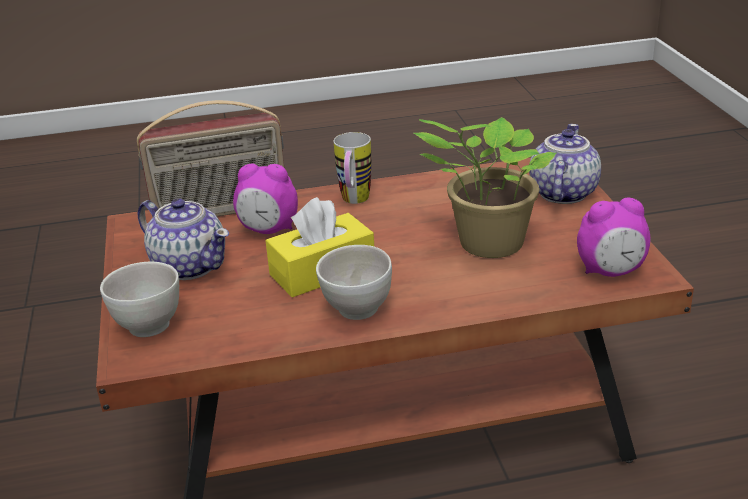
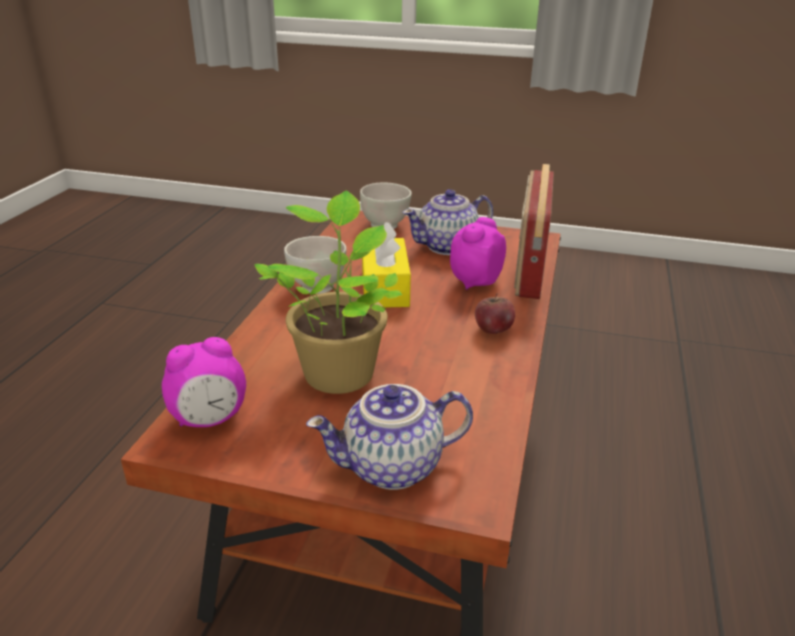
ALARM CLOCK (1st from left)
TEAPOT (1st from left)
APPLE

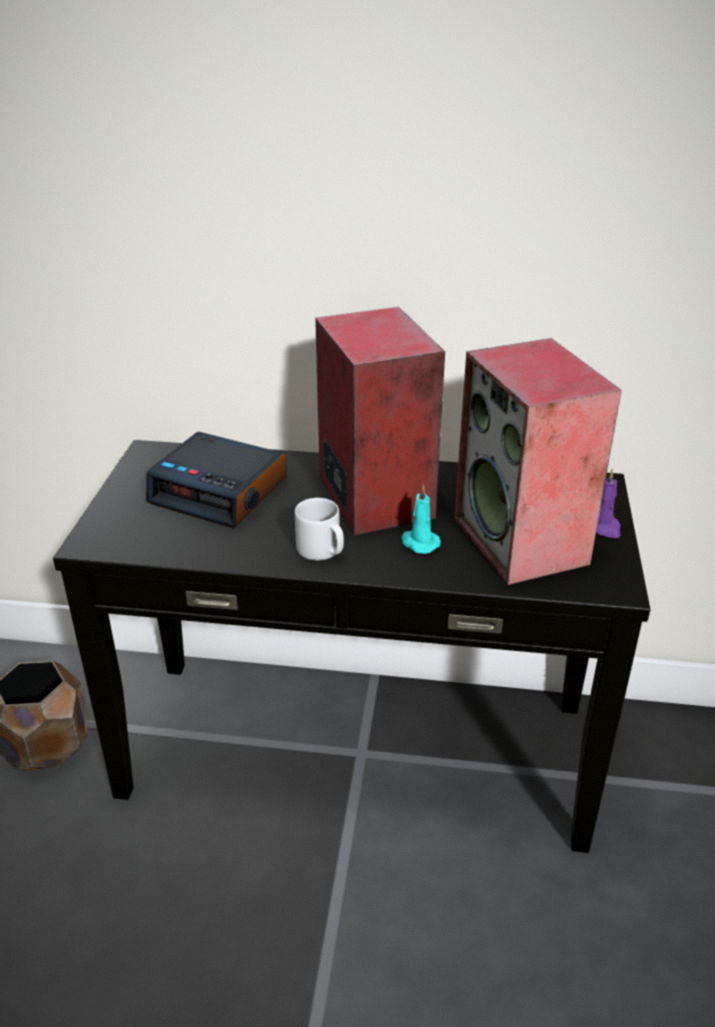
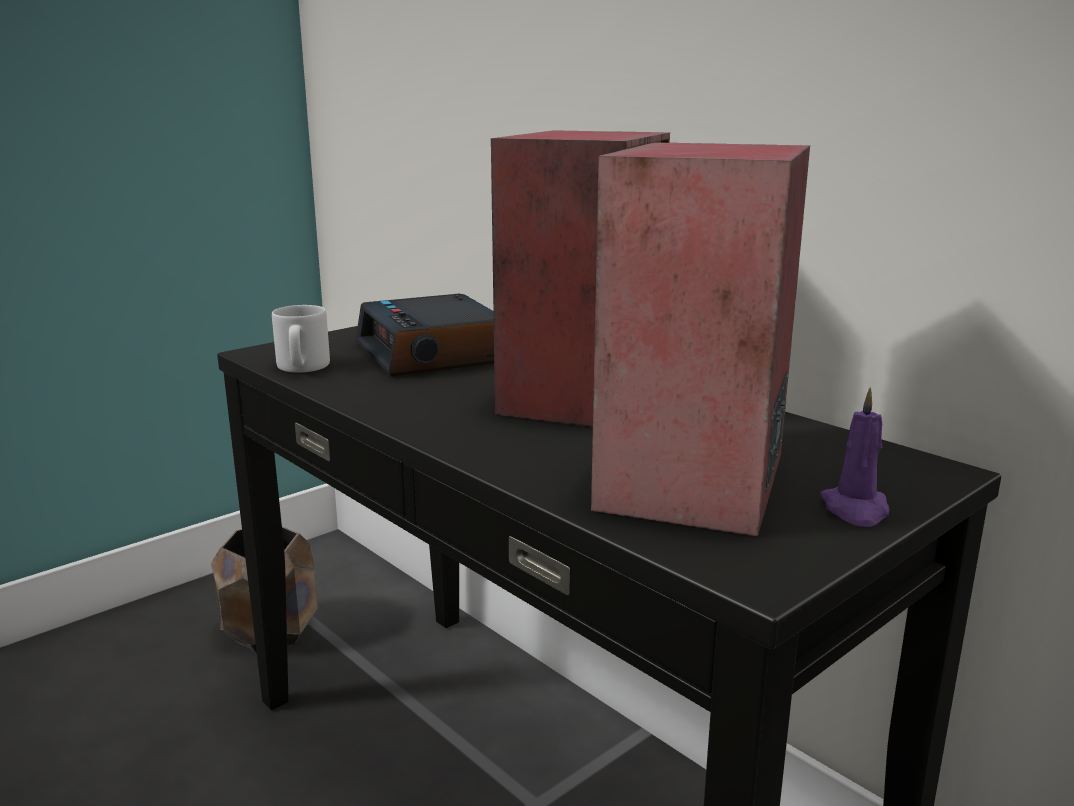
GREY MUG
TURQUOISE CANDLE

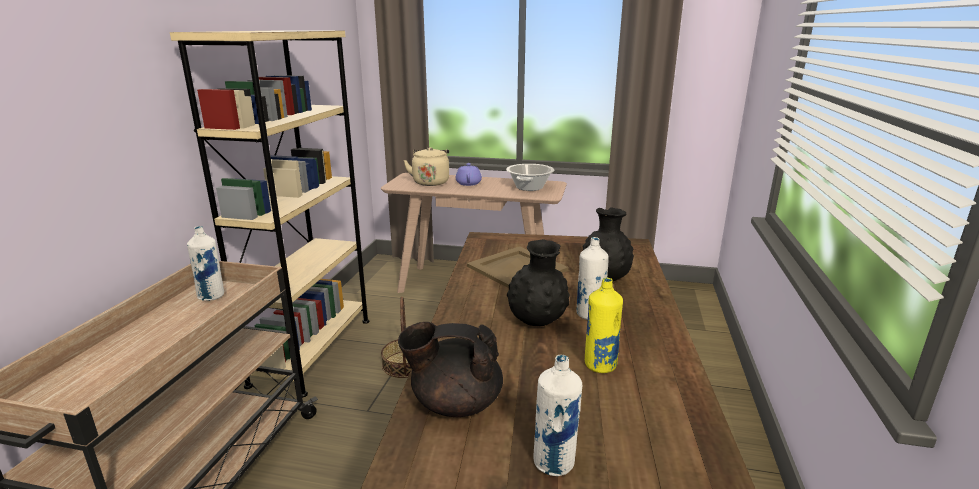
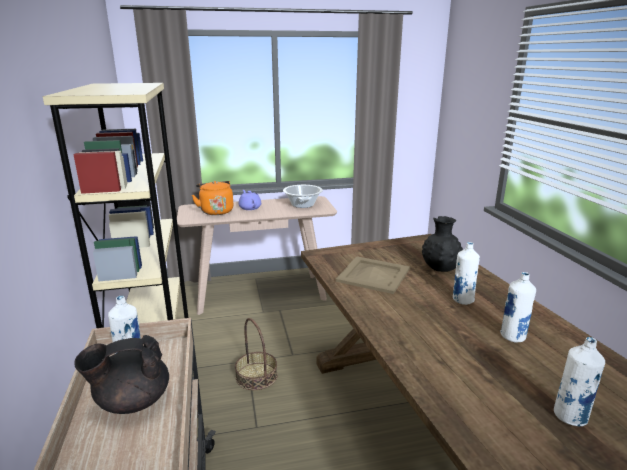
BLACK TEAPOT
ORANGE KETTLE
WHITE BOTTLE (3rd from left)
BLACK VASE (1st from left in the first image)

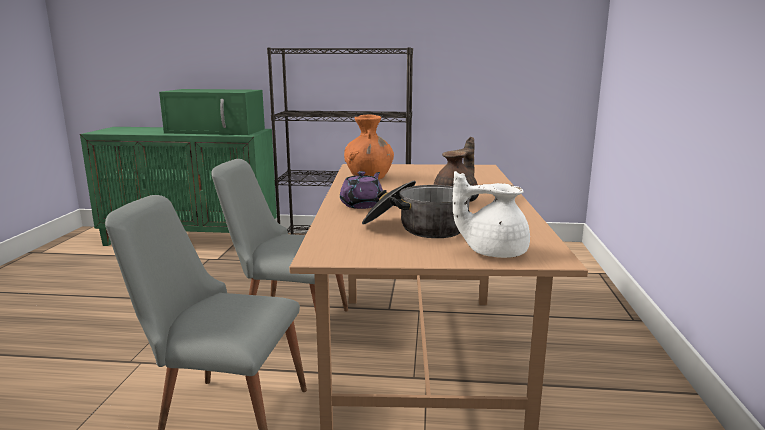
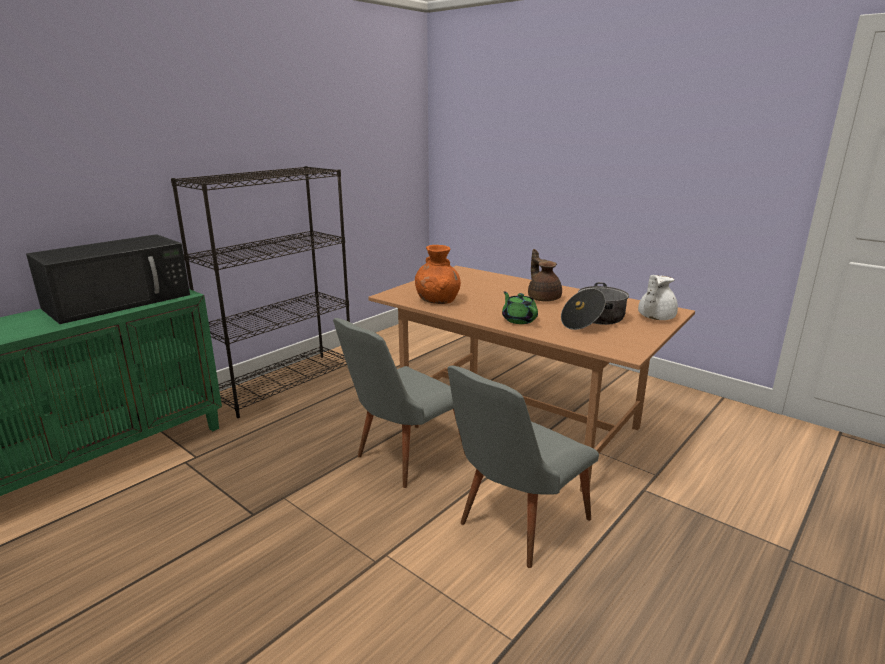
BLACK MICROWAVE
GREEN TEAPOT

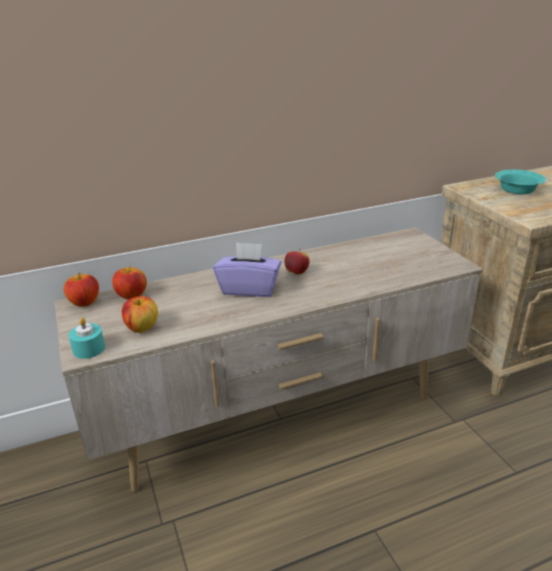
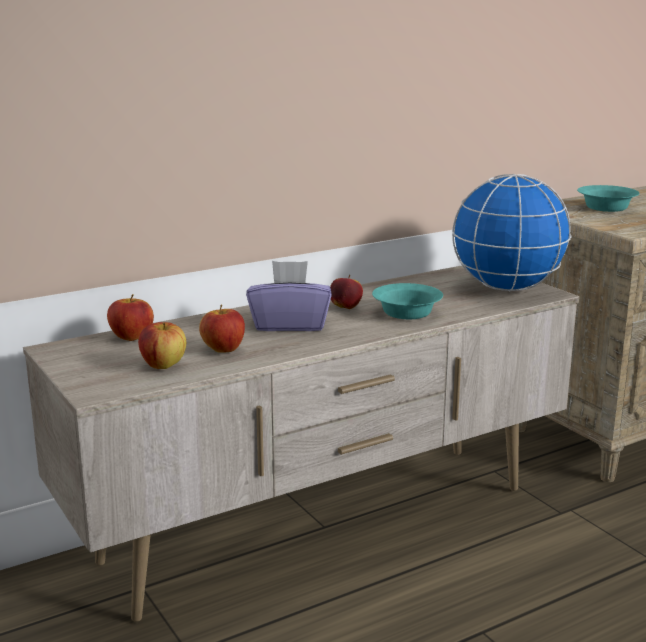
APPLE (3rd from left)
TURQUOISE BOWL (1st from left)
GLOBE
TURQUOISE CANDLE

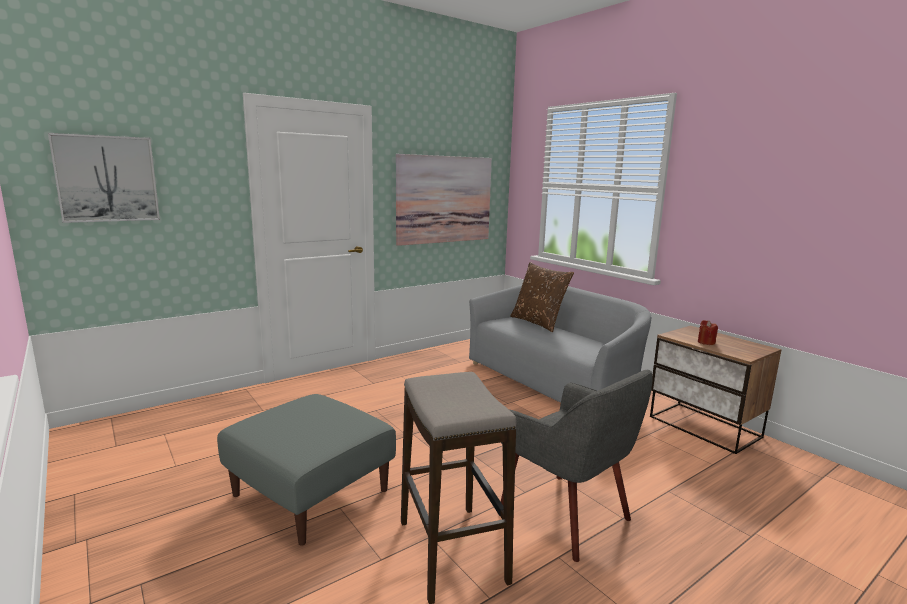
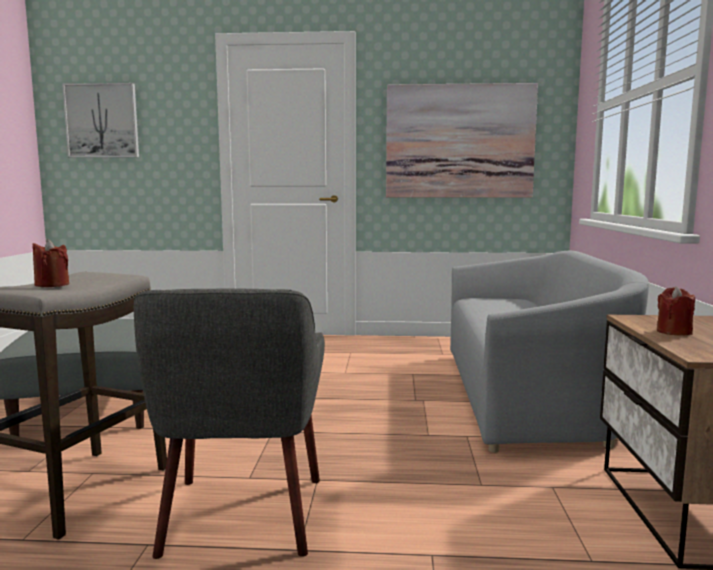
RED CANDLE (1st from left)
BROWN PILLOW

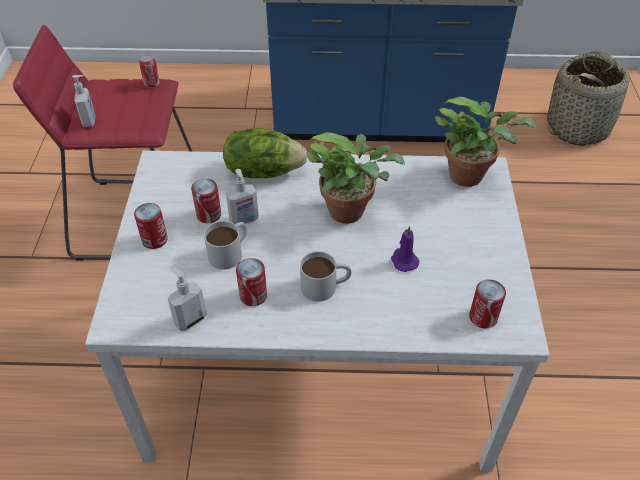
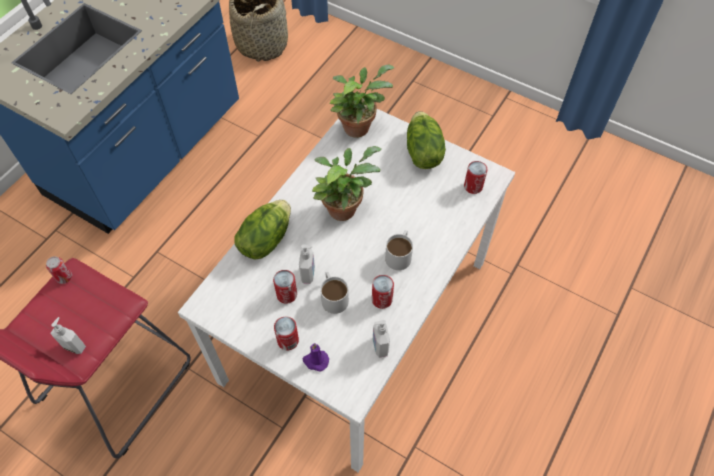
PURPLE CANDLE
LETTUCE (2nd from left)

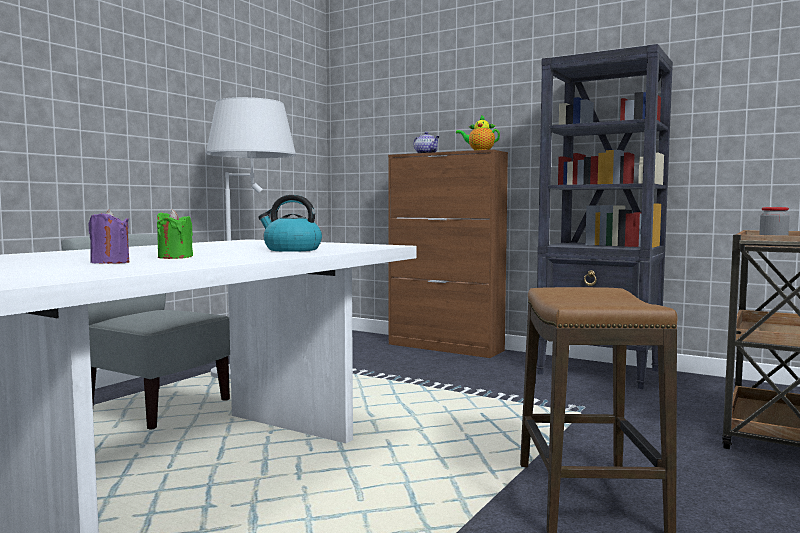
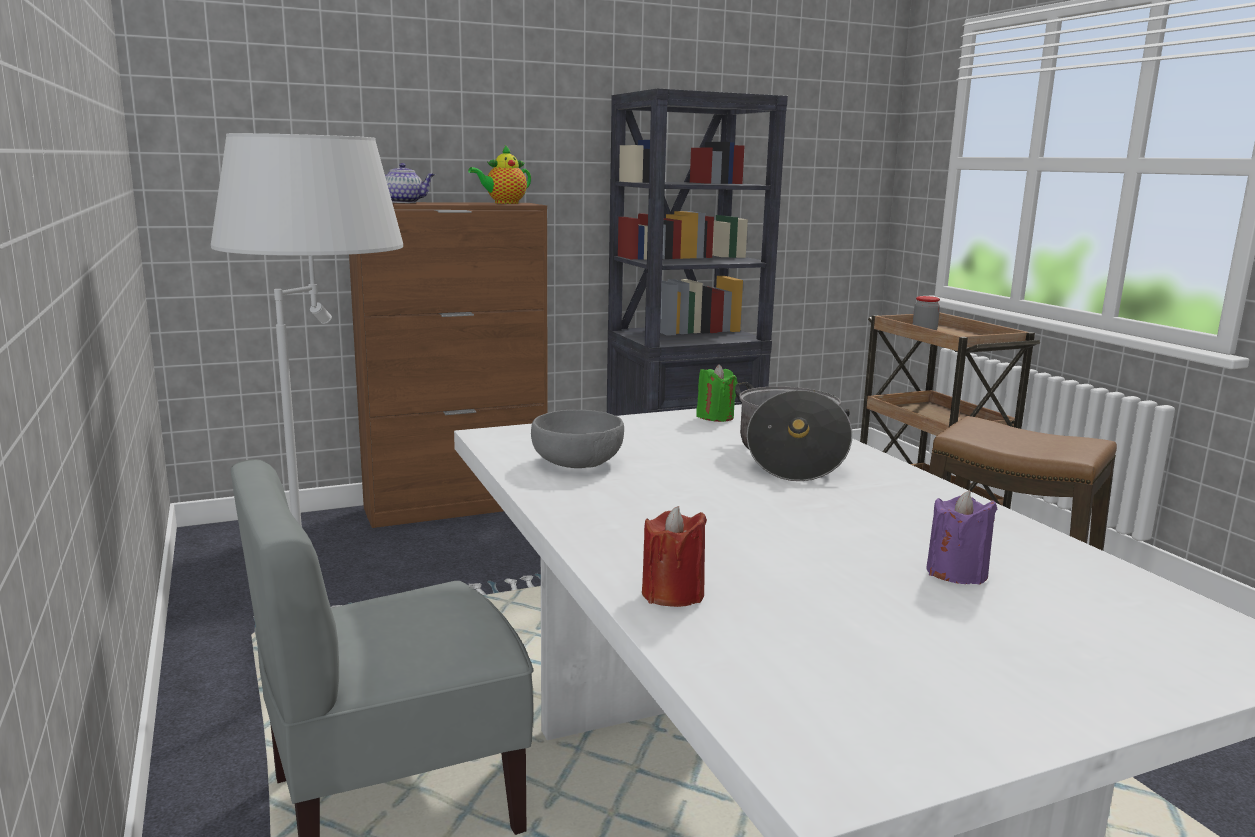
GREY BOWL
RED CANDLE
GREEN CANDLE
COOKING POT

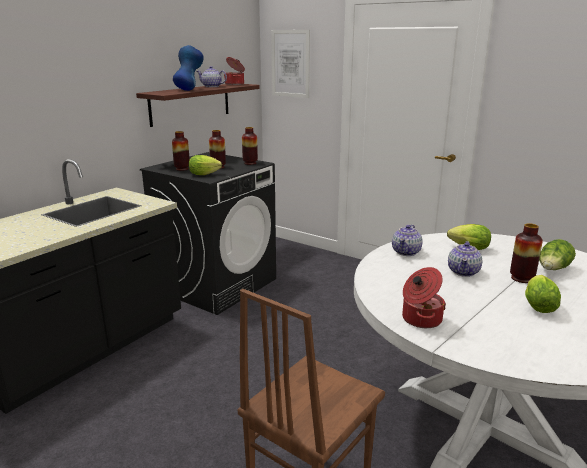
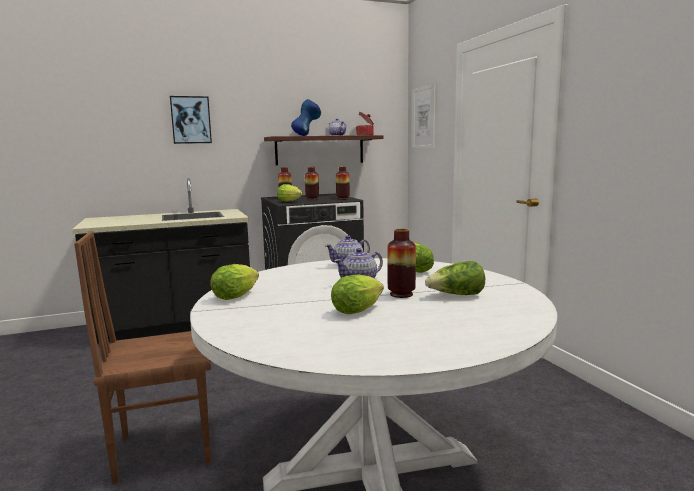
PICTURE (1st from left)
LETTUCE (1st from left)

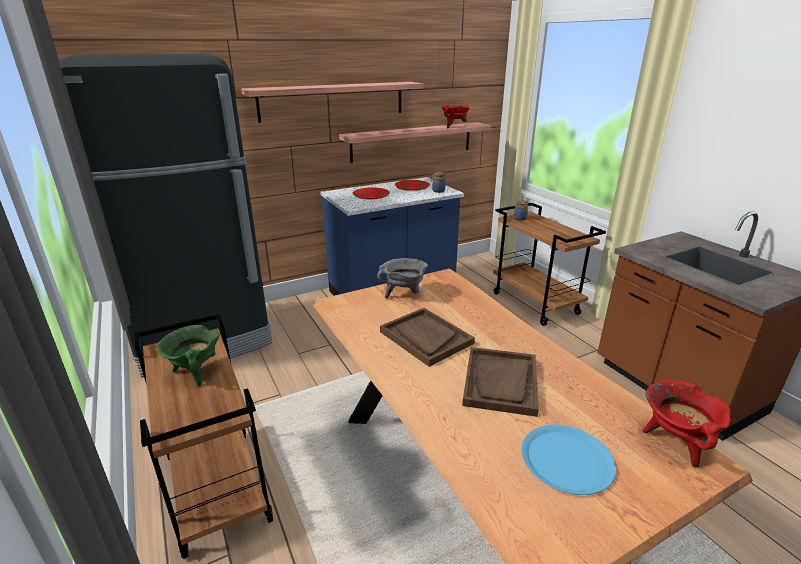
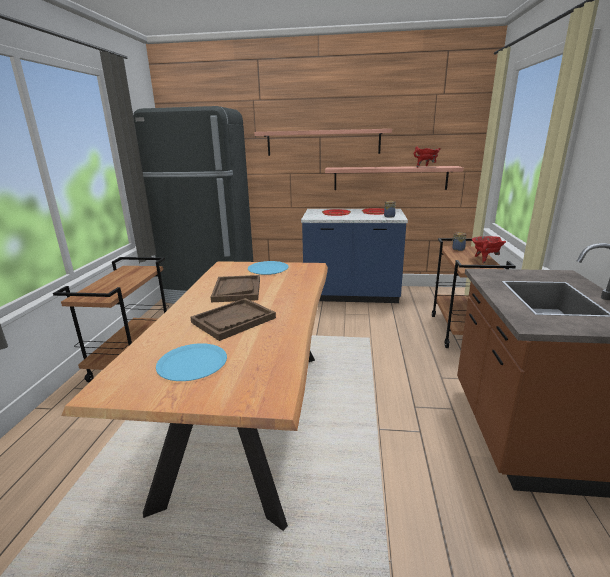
BLUE PLATE (2nd from left)
RED COOKING POT (2nd from left)
GREEN COOKING POT

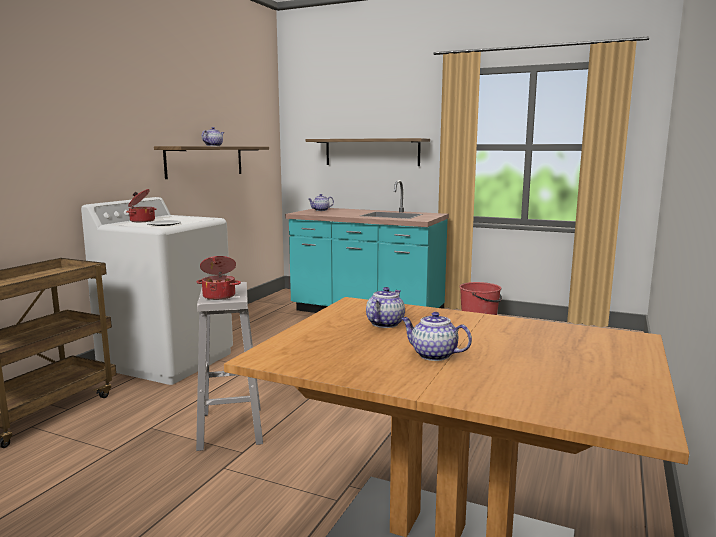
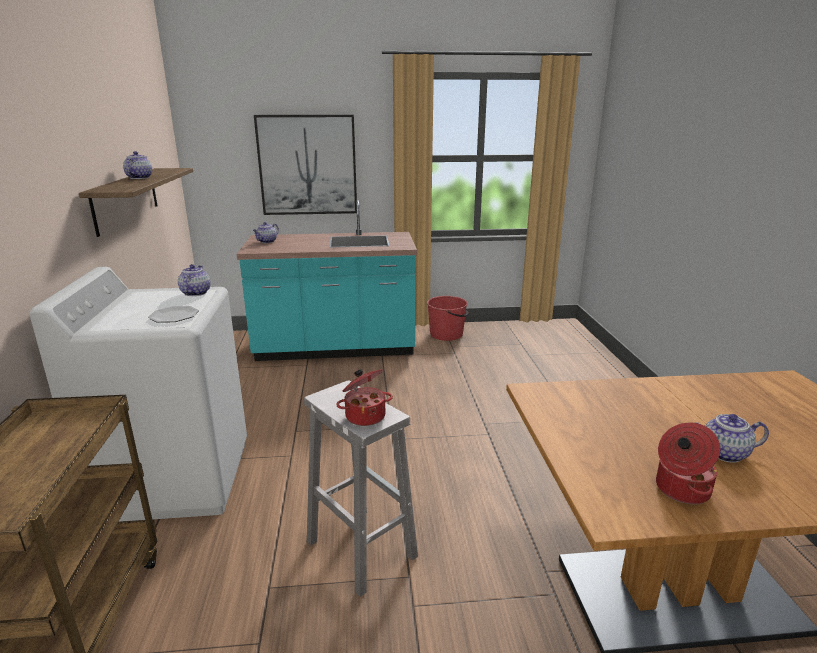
TEAPOT (2nd from left)
PICTURE
COOKING POT (2nd from left)

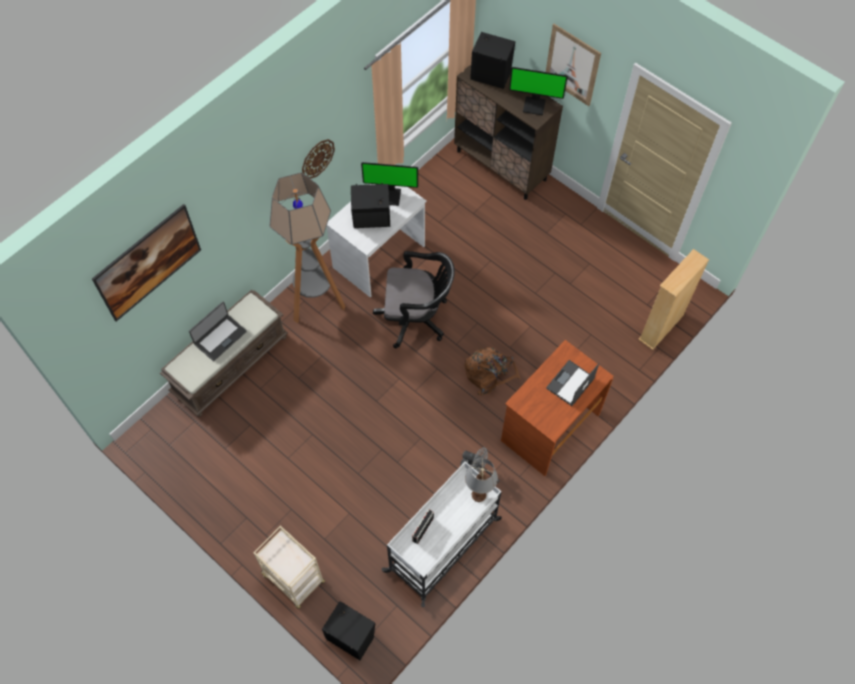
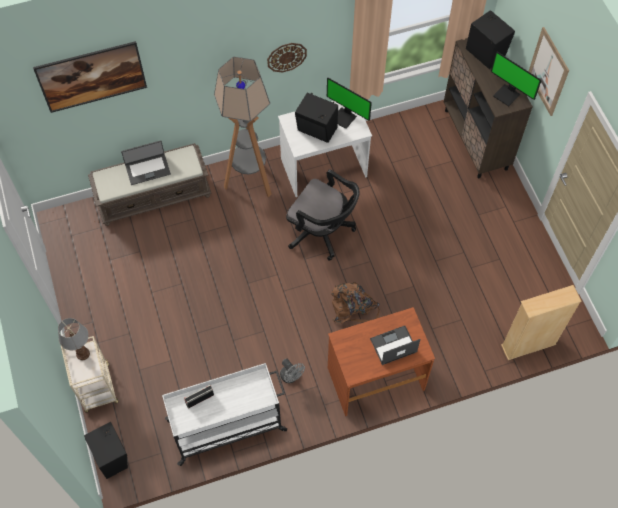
TABLE LAMP

